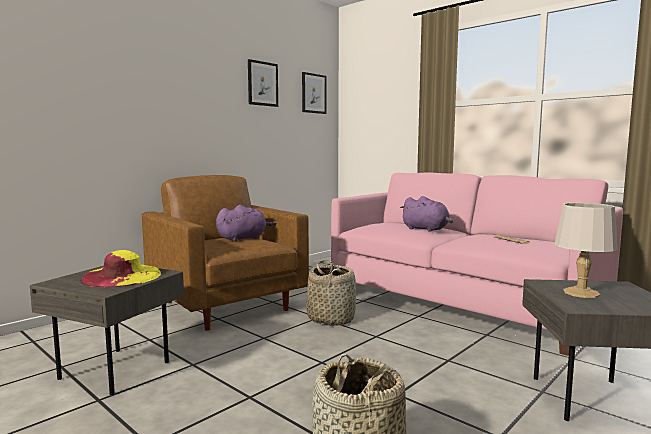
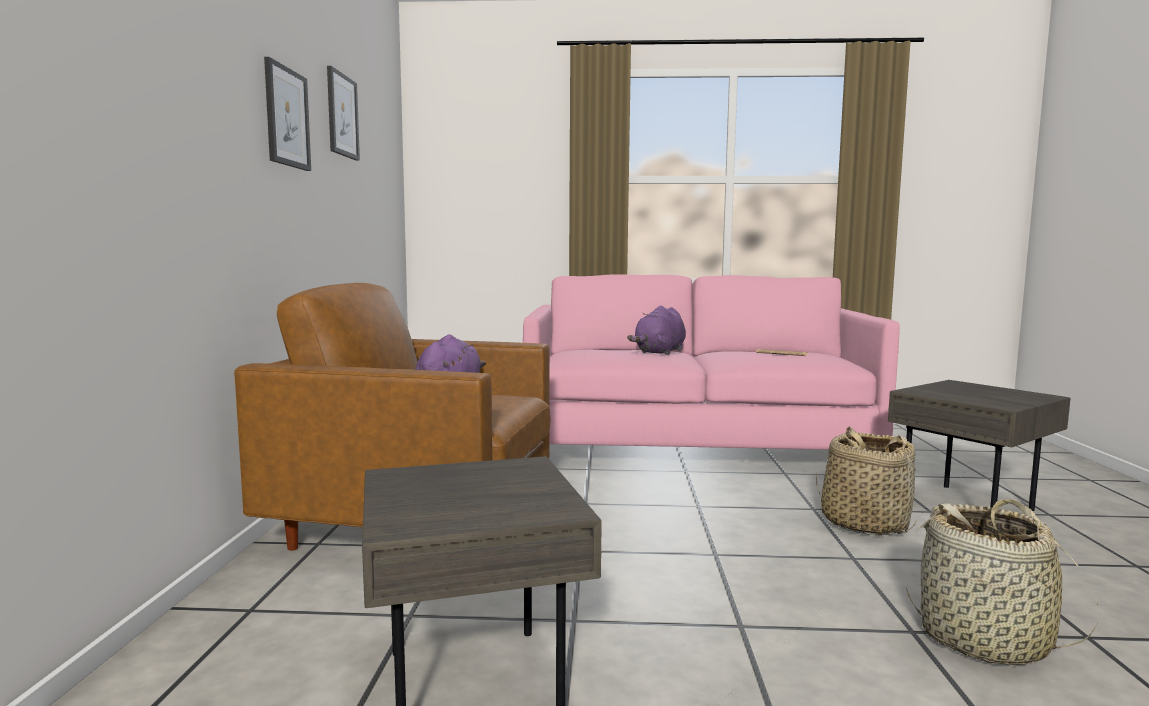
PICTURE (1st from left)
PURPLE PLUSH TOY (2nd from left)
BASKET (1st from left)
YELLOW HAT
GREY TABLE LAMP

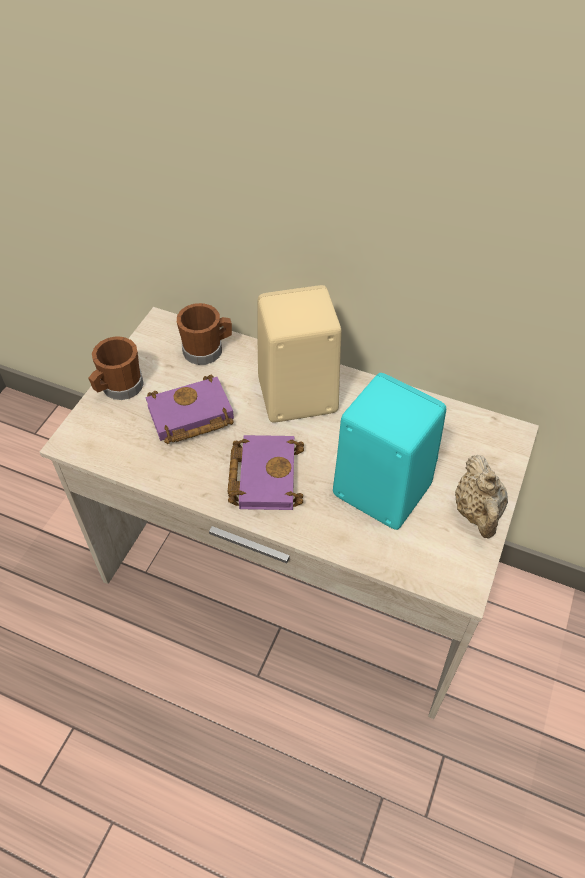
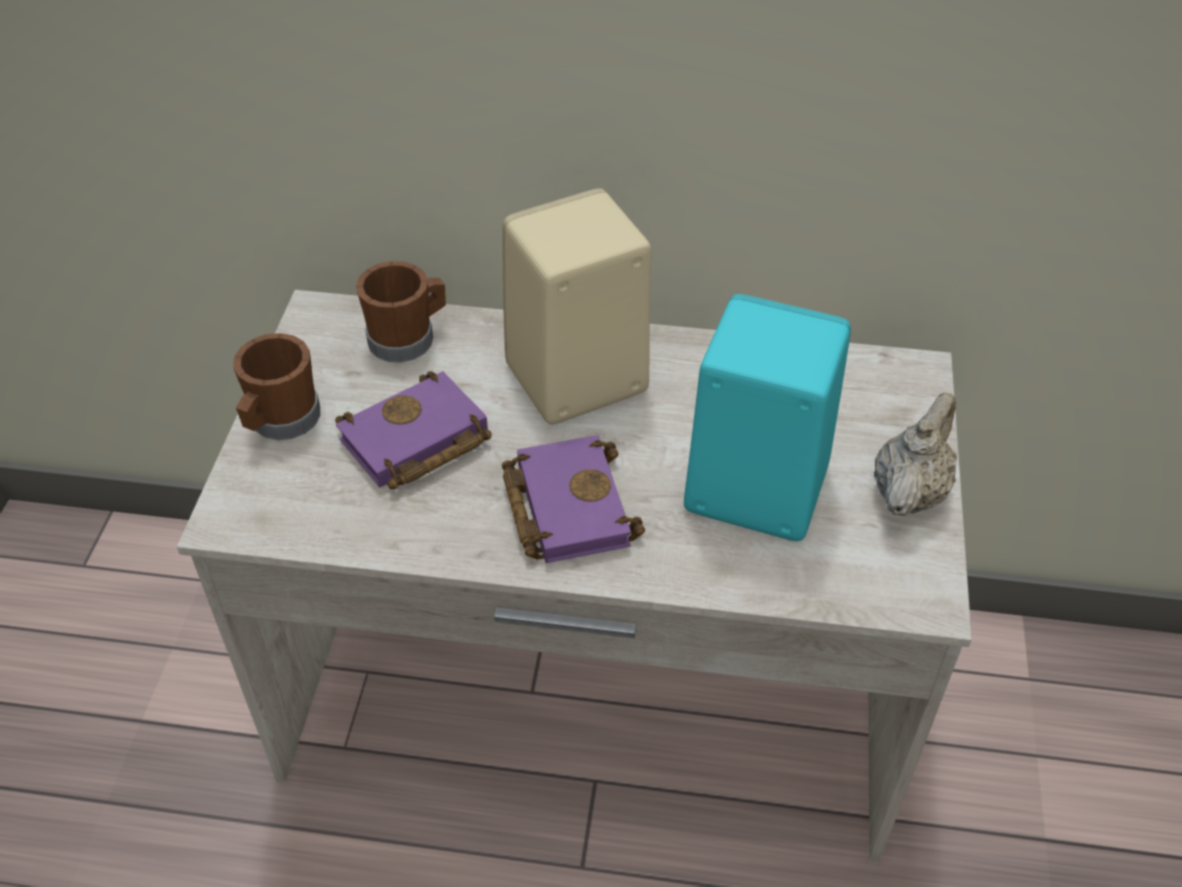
BEIGE TEAPOT

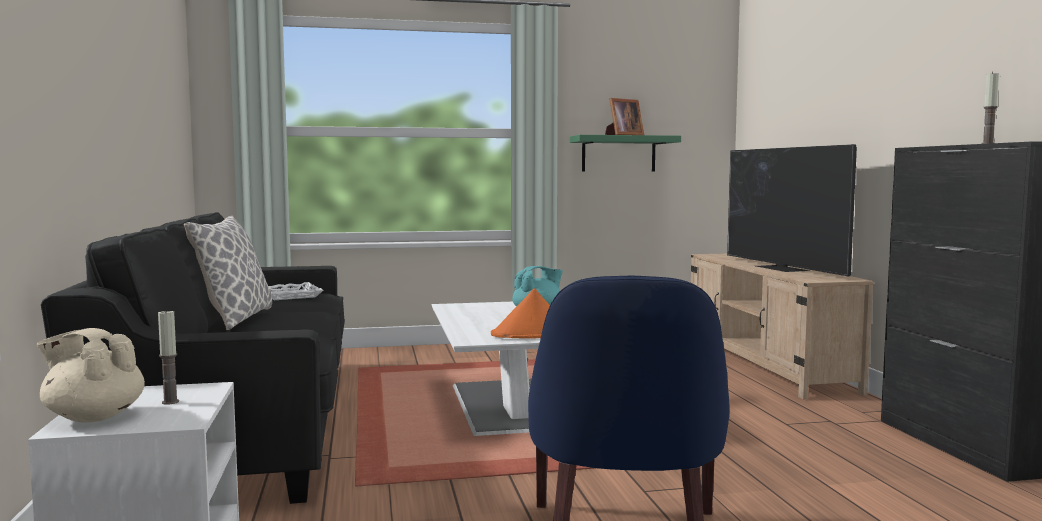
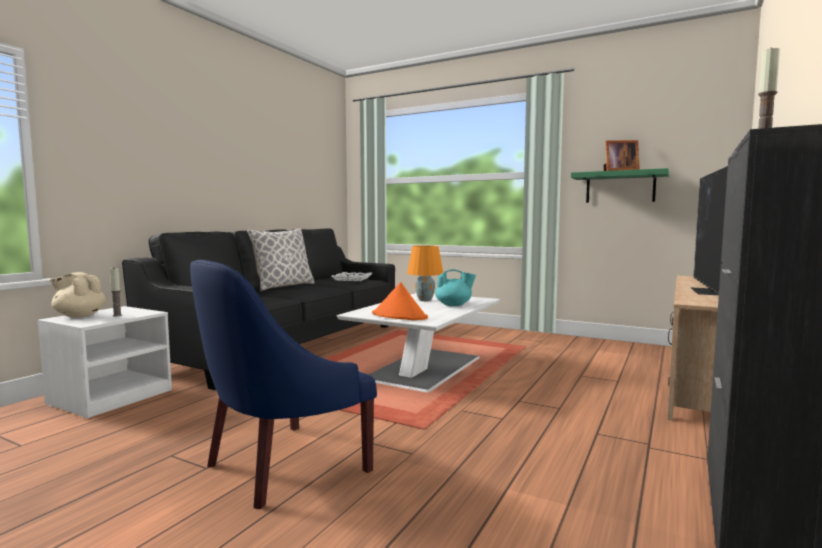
BEIGE TEAPOT
ORANGE TABLE LAMP

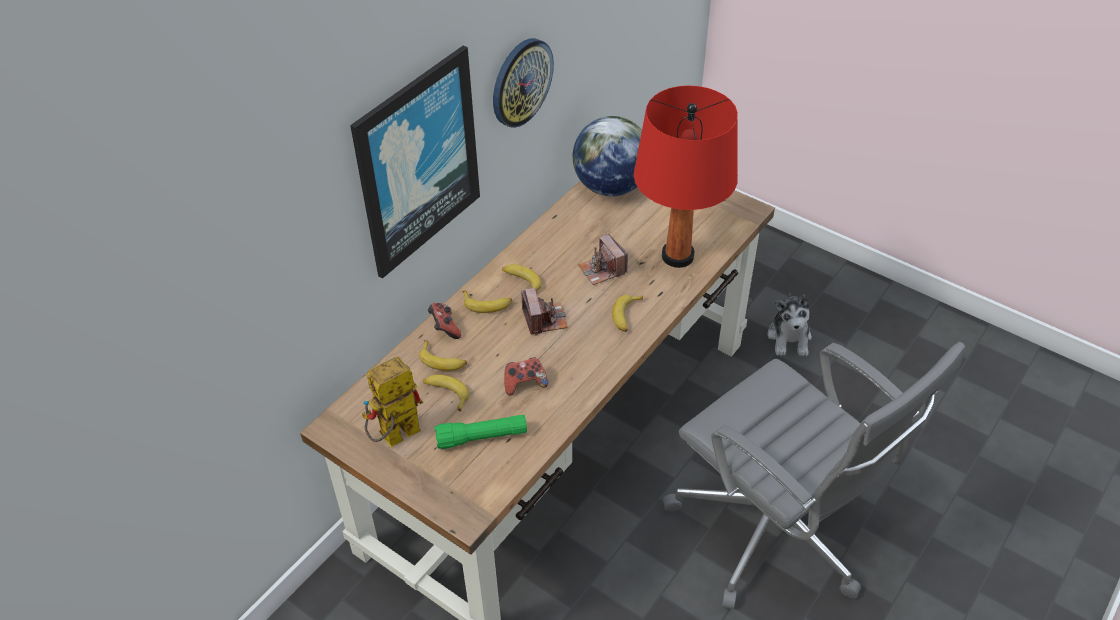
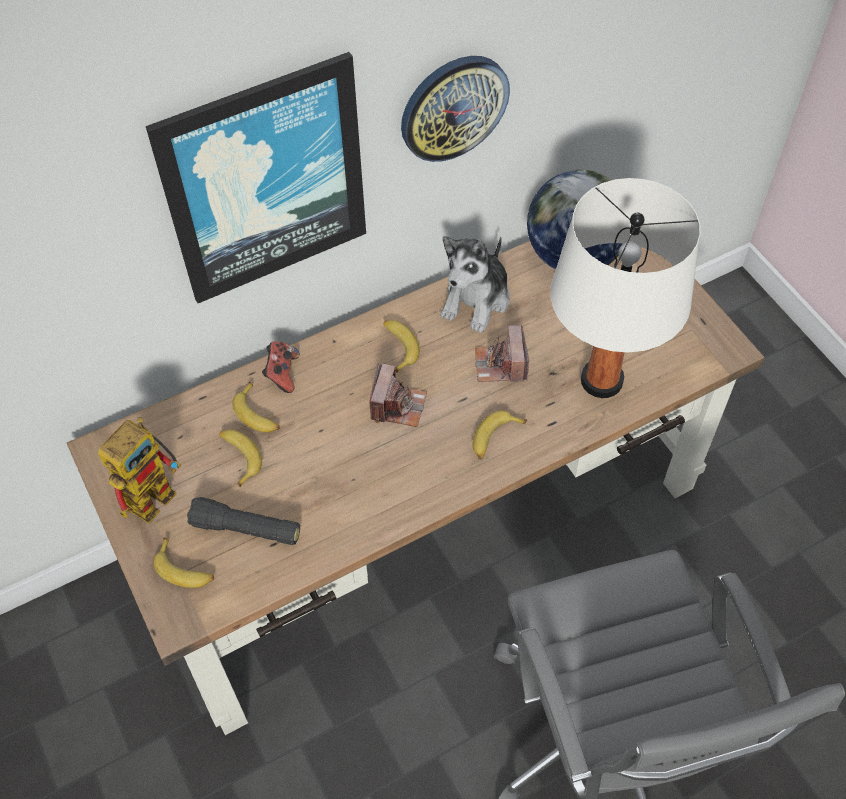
TOY ROBOT
BANANA (1st from left)
BLACK FLASHLIGHT
PLUSH TOY
WHITE TABLE LAMP
GAME CONTROLLER (2nd from left in the first image)

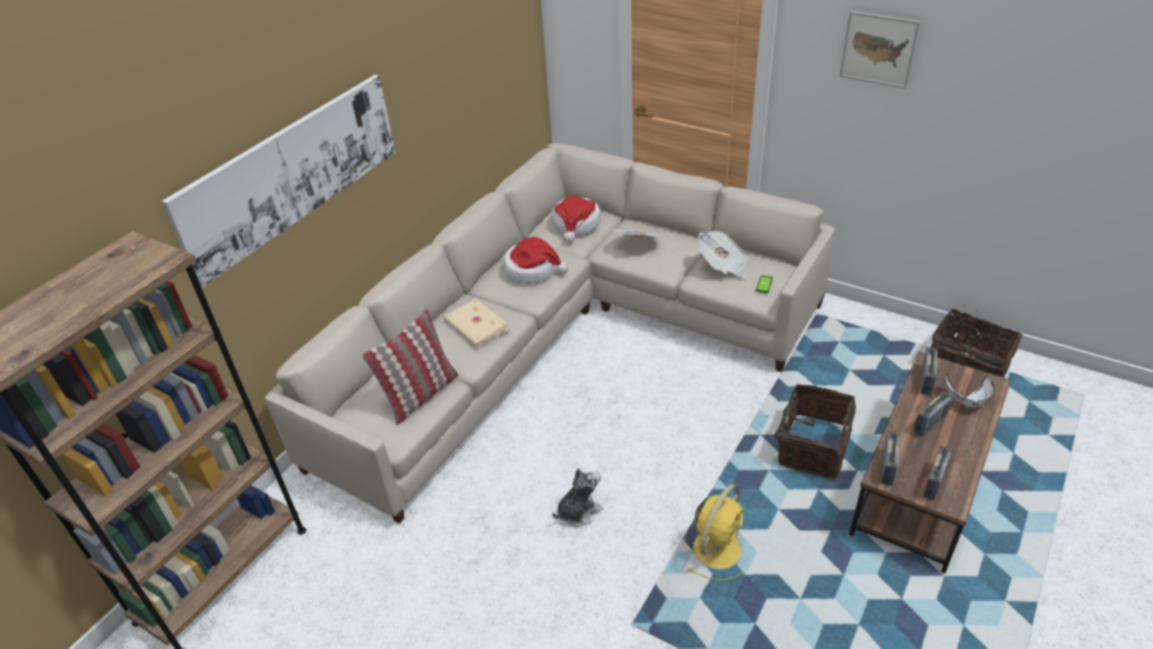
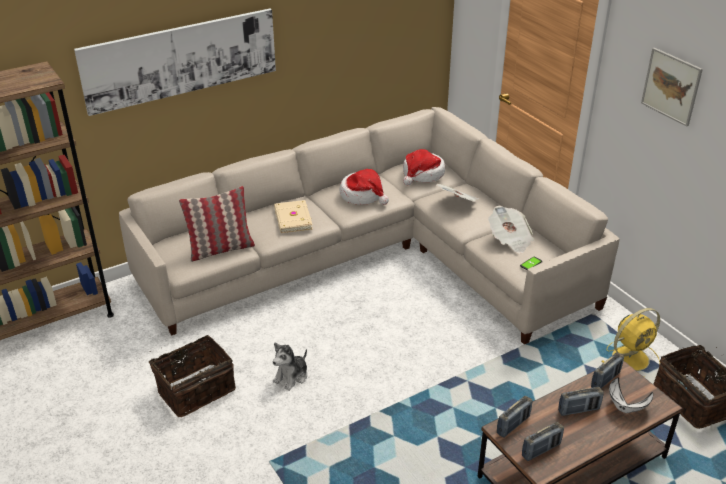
BASKET (1st from left)
PLUSH TOY
YELLOW FAN

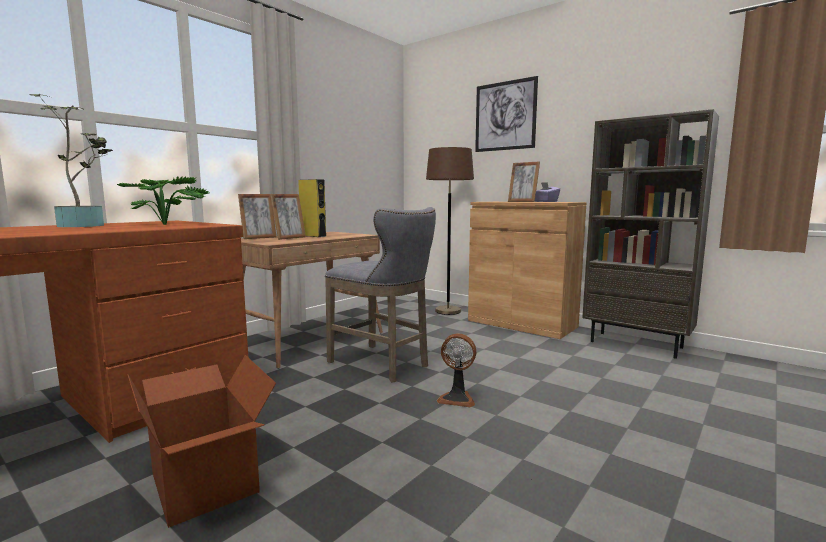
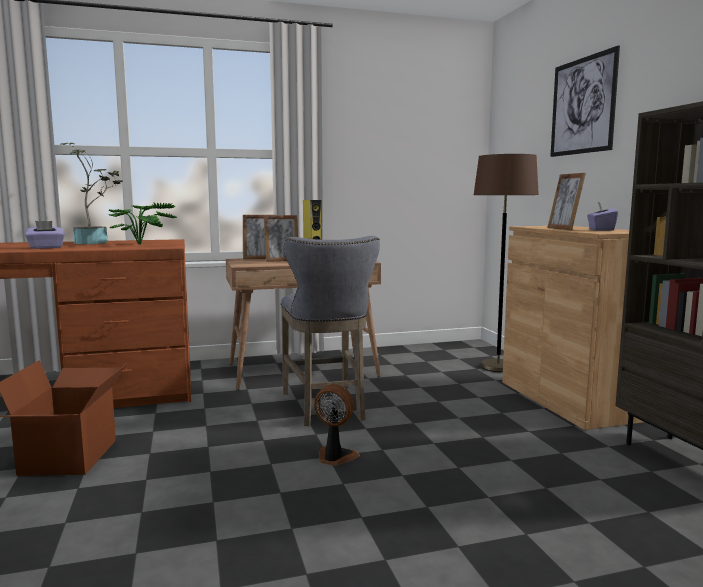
PURPLE TISSUE BOX (1st from left)
FAN

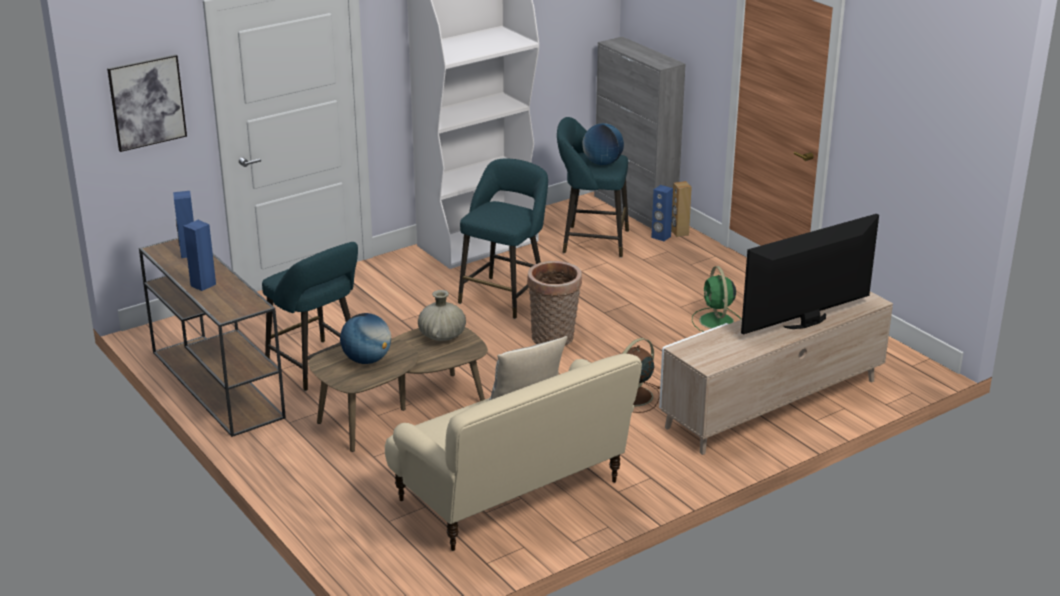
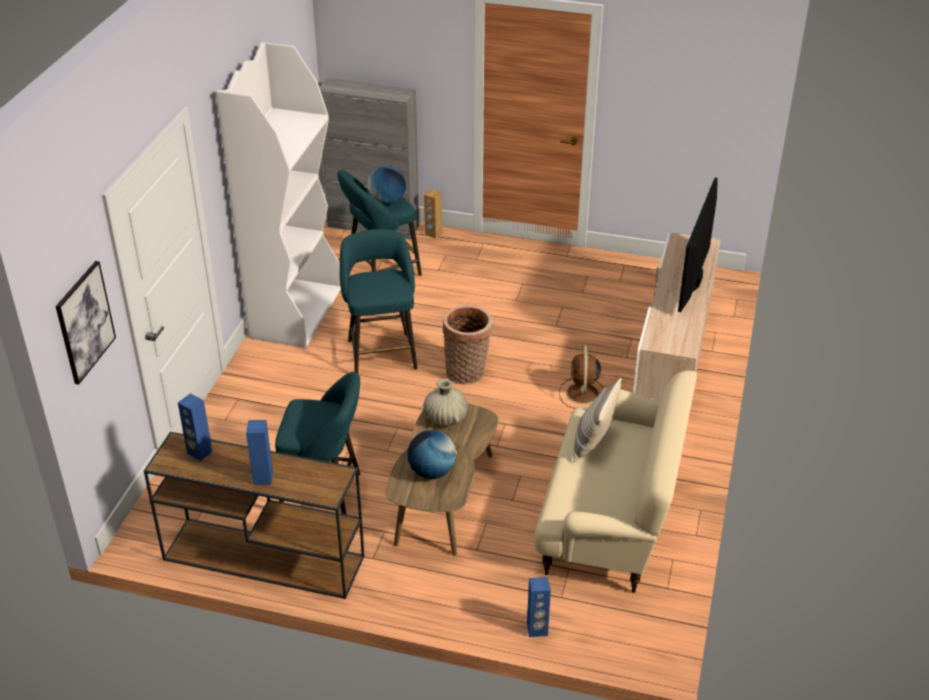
BLUE SPEAKER (3rd from left)
GREEN FAN

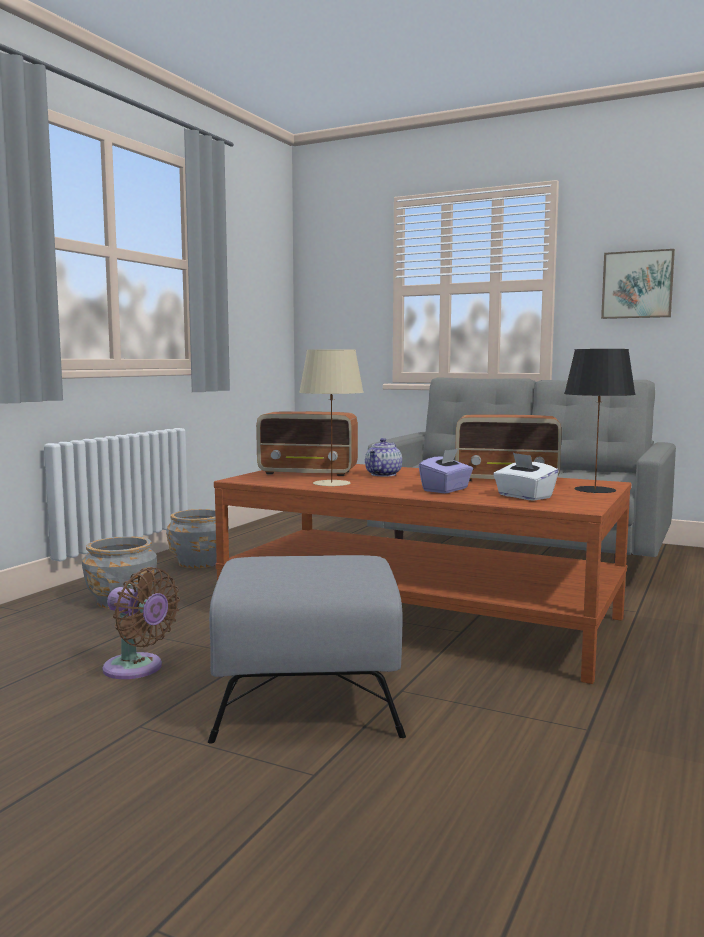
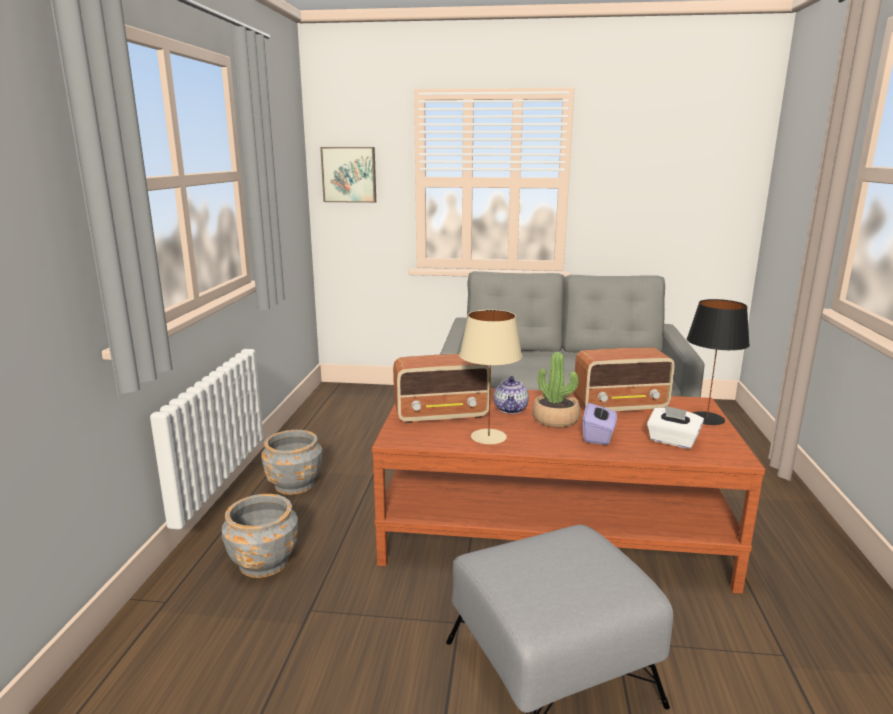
PICTURE
POTTED PLANT
BROWN FAN

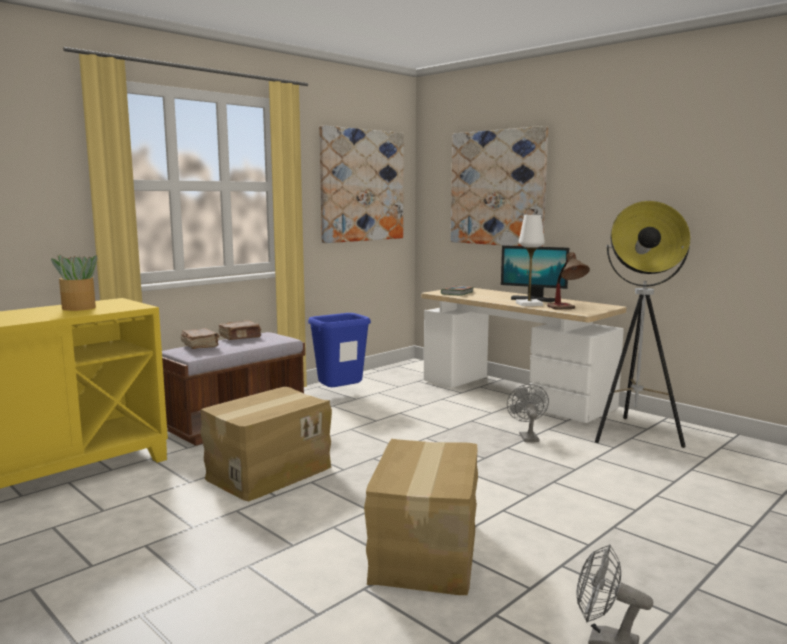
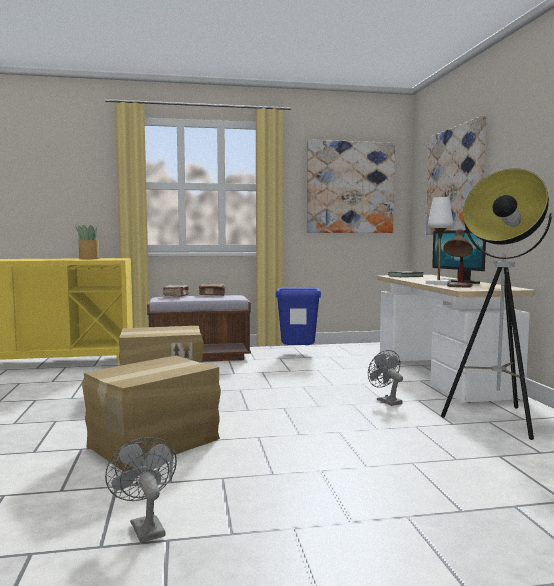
GREY FAN (2nd from left)

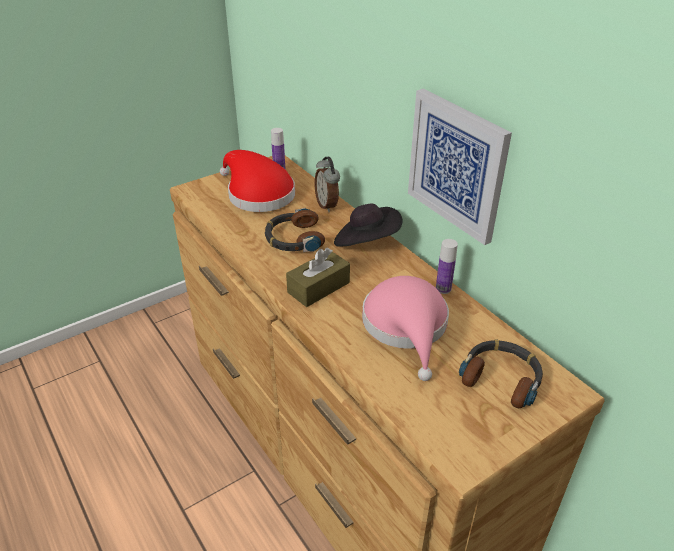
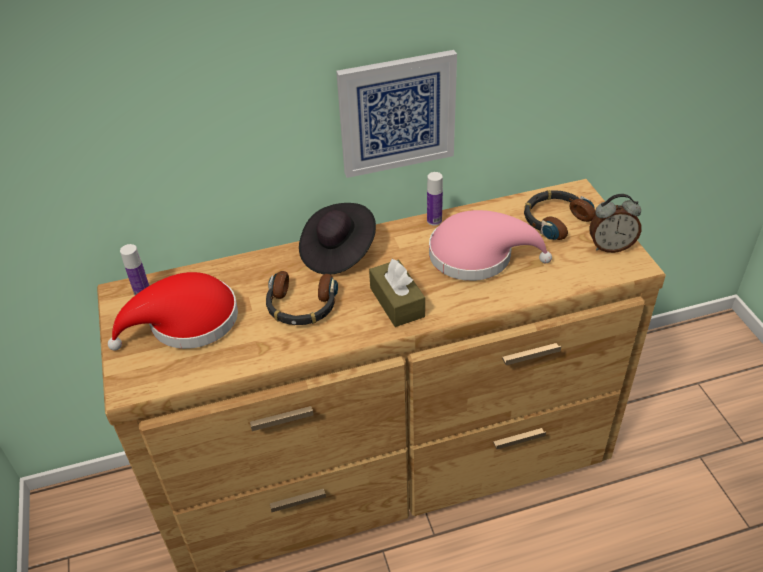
ALARM CLOCK

